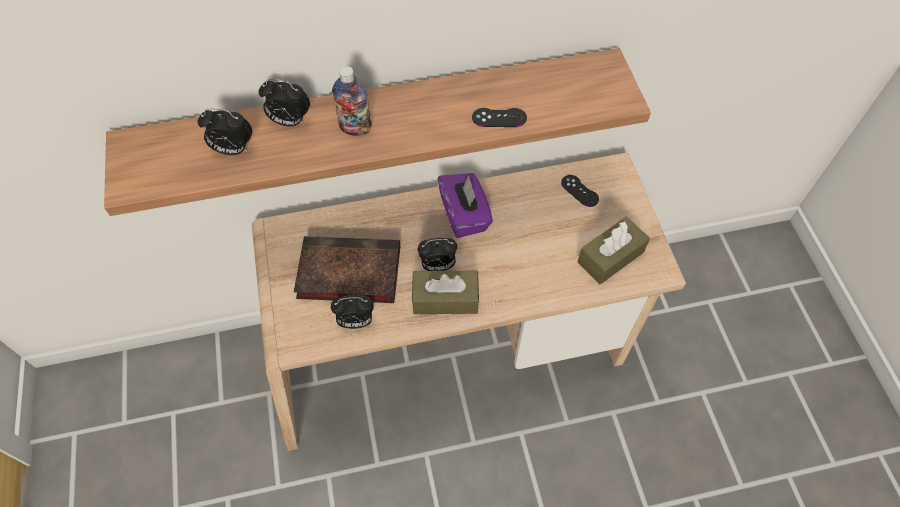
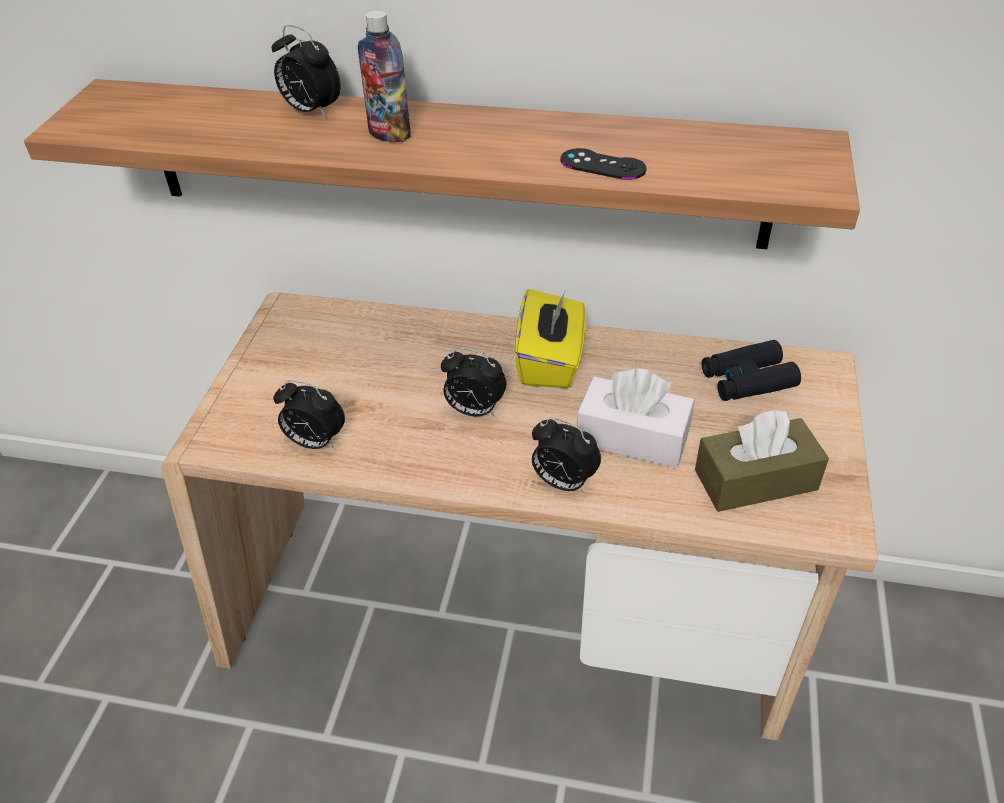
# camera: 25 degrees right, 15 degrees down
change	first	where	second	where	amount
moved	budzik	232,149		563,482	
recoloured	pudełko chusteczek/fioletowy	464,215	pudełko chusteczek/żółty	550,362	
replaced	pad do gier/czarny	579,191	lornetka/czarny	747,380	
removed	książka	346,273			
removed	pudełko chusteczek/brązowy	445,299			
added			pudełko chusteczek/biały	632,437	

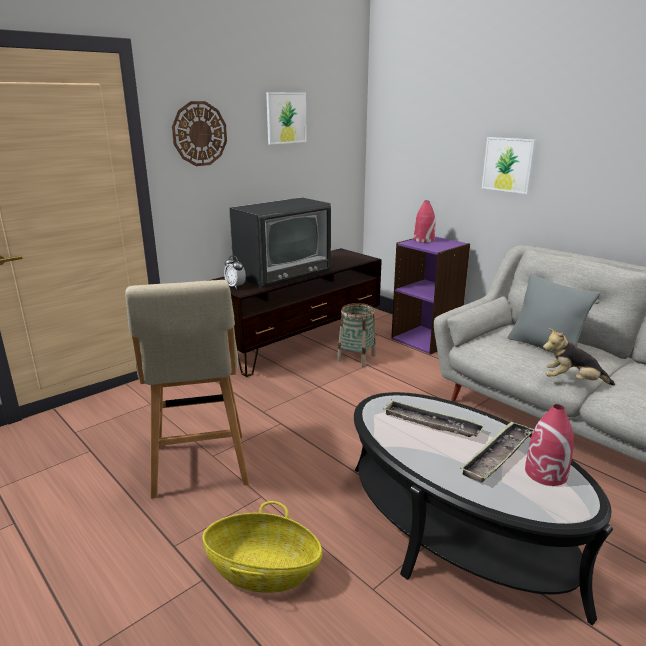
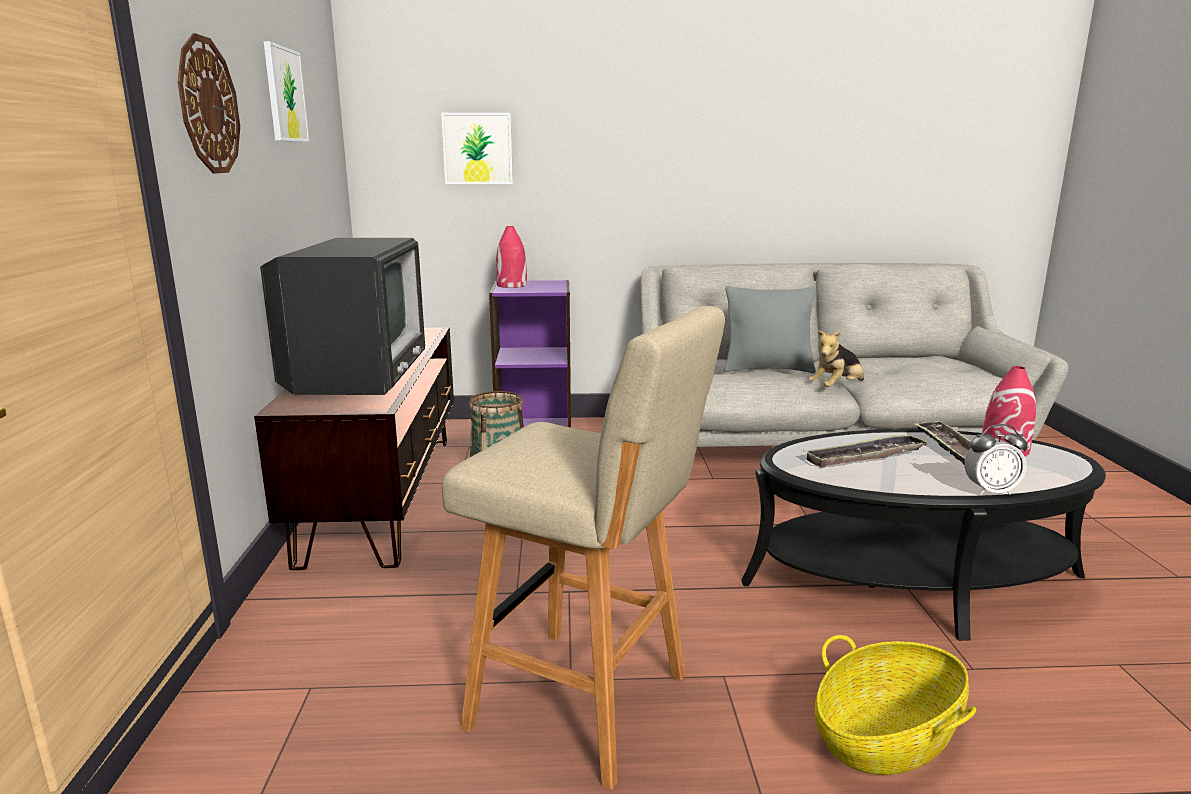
# camera: 50 degrees left, 5 degrees down
change	first	where	second	where	amount
moved	obraz	508,164		477,148	
moved	budzik	235,286		990,491	

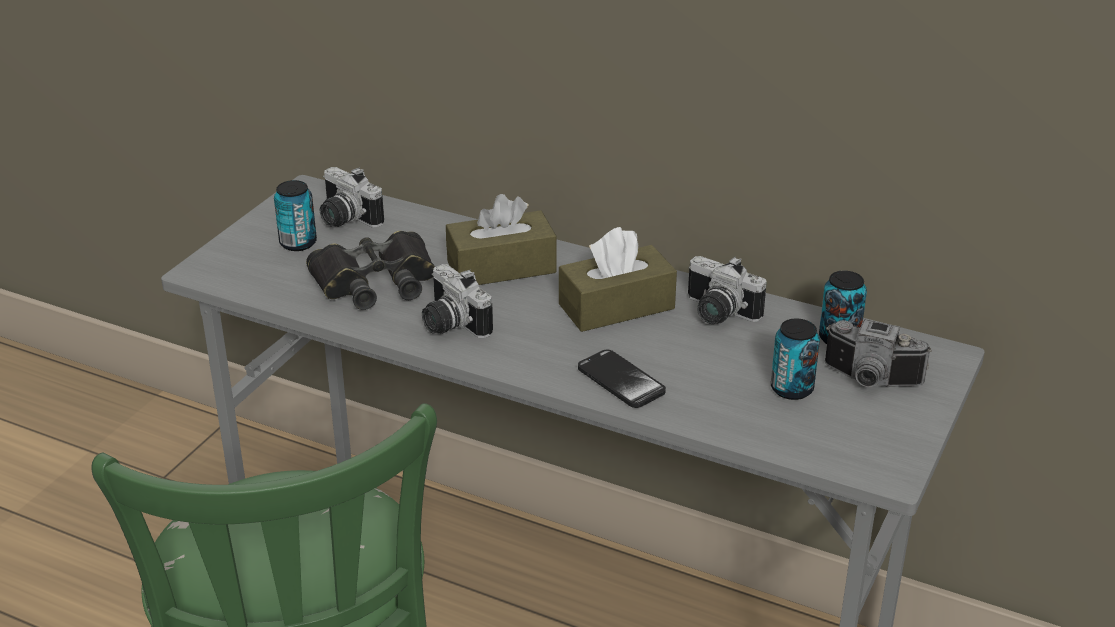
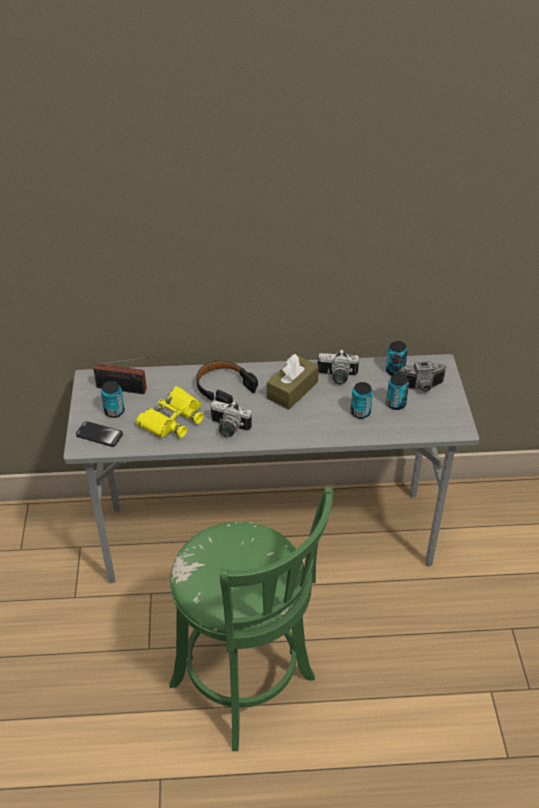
# camera: 30 degrees left, 10 degrees up
change	first	where	second	where	amount
replaced	aparat fotograficzny	344,219	radio	124,389	
replaced	pudełko chusteczek/brązowy	501,267	słuchawki/czarny	224,388	
recoloured	lornetka/czarny	375,282	lornetka/żółty	173,419	
moved	telefon	621,381		99,435	
added			puszka	360,412	

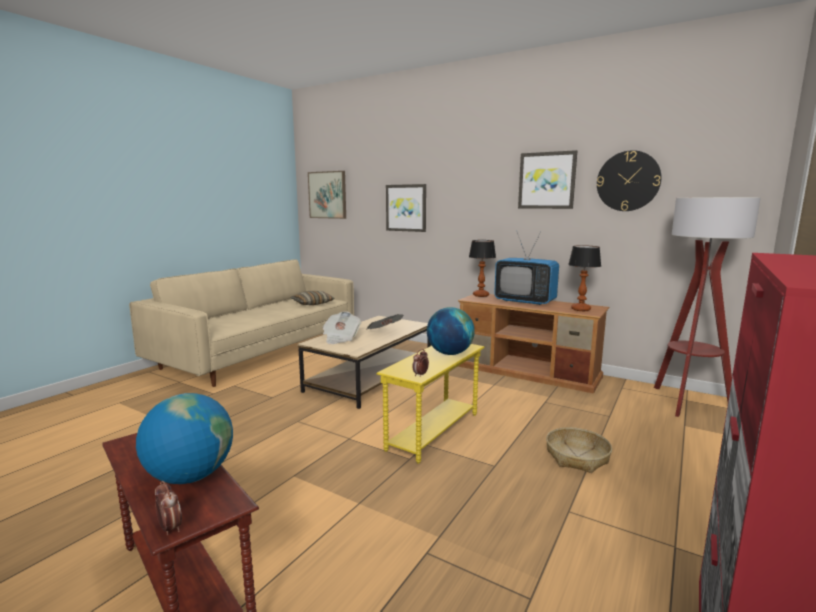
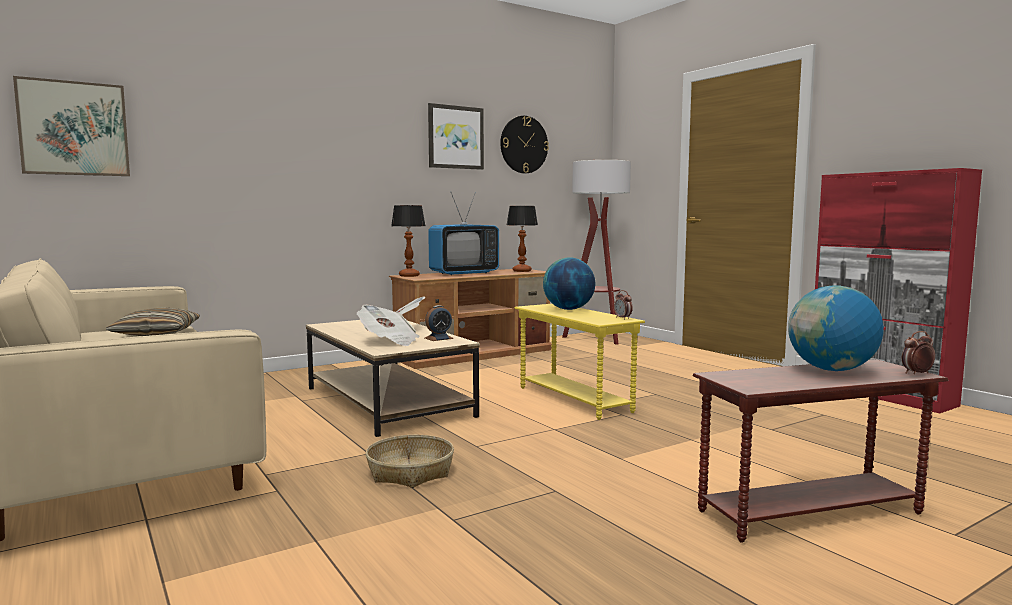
# camera: 65 degrees left, 5 degrees down
change	first	where	second	where	amount
removed	obraz	406,208			
moved	koszyk	577,457		410,472	
added			budzik	438,338	

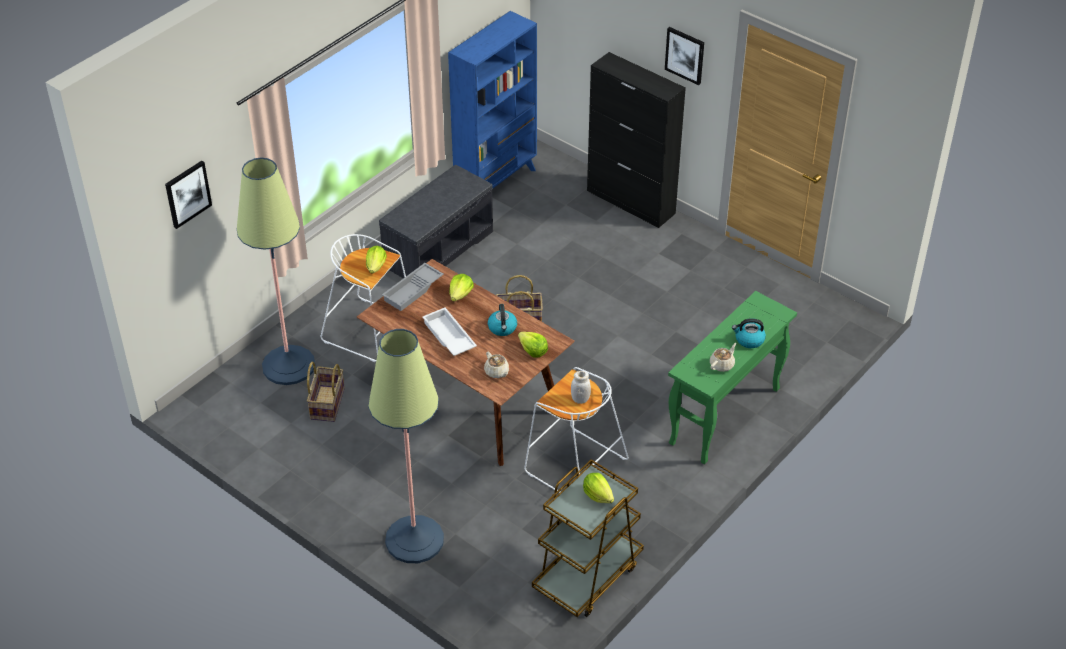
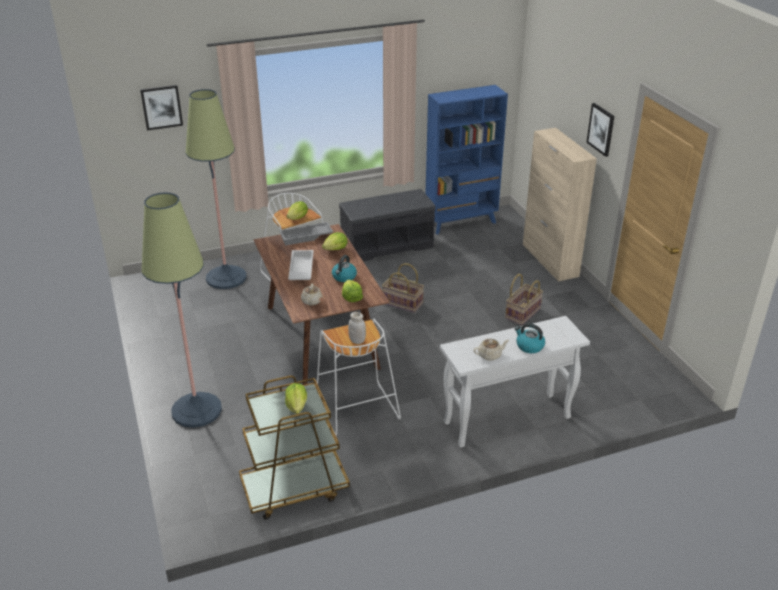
# camera: 30 degrees right, 10 degrees down
change	first	where	second	where	amount
recoloured	szafka/czarny	631,202	szafka/beżowy	550,260	
recoloured	stolik konsolowy/zielony	724,417	stolik konsolowy/biały	506,421	
moved	koszyk	326,403		522,313	

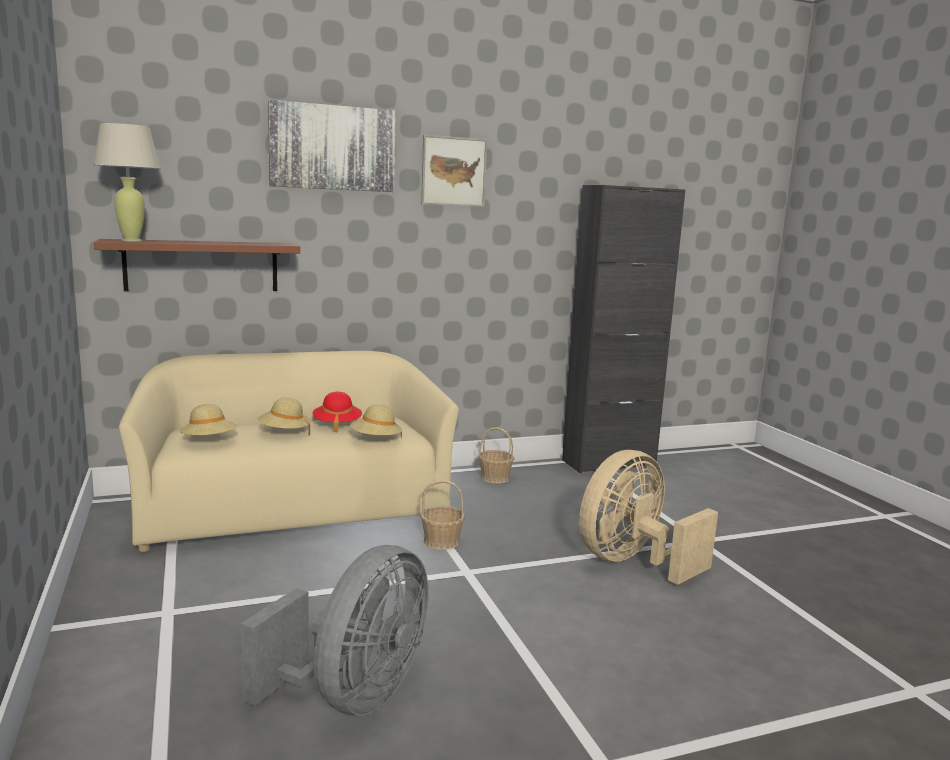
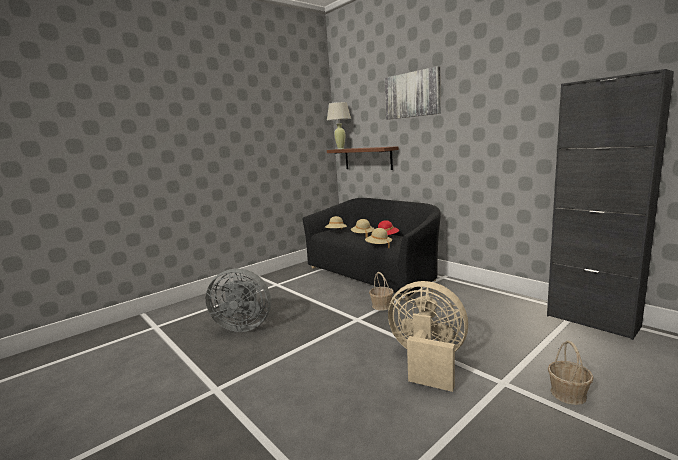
# camera: 70 degrees right, 0 degrees up
change	first	where	second	where	amount
removed	obraz	453,171			
recoloured	kanapa/beżowy	294,508	kanapa/czarny	374,273	
moved	koszyk	495,478		568,394	

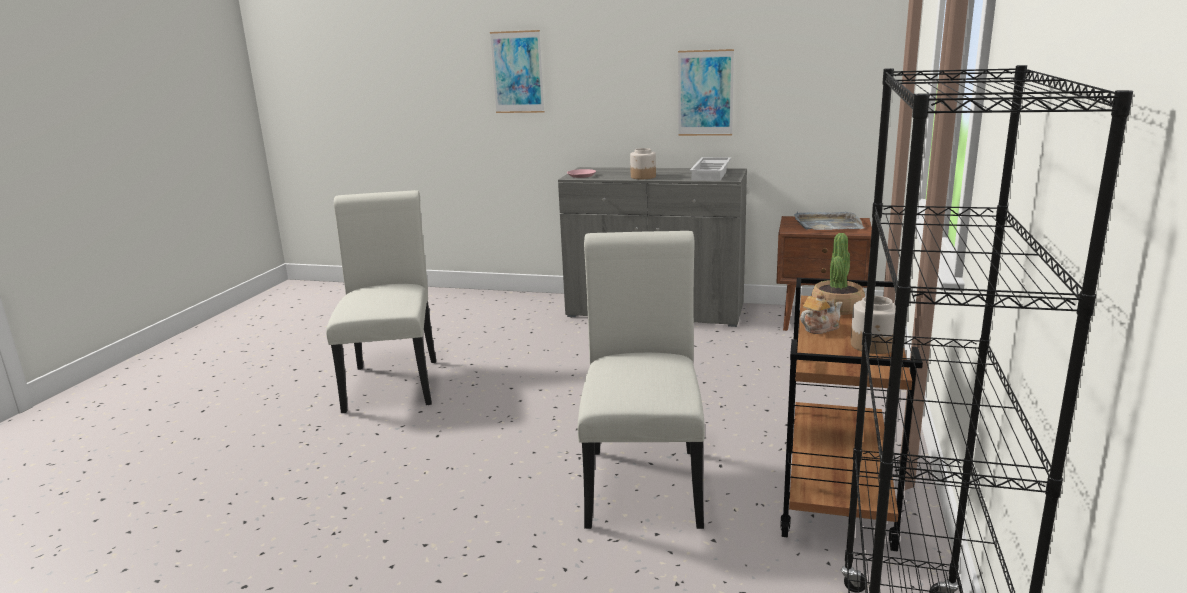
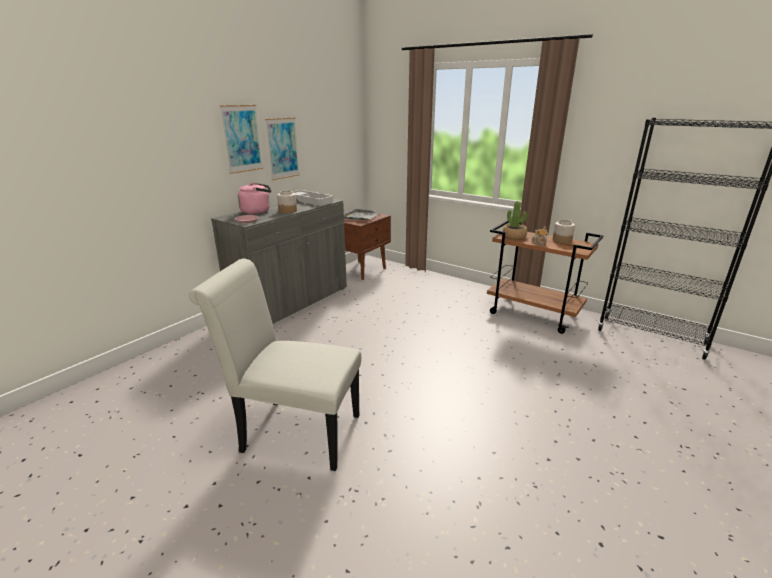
# camera: 70 degrees left, 5 degrees up
change	first	where	second	where	amount
moved	obraz	517,72		242,139	
removed	krzesło/biały	643,480			
added			czajnik/różowy	257,211	

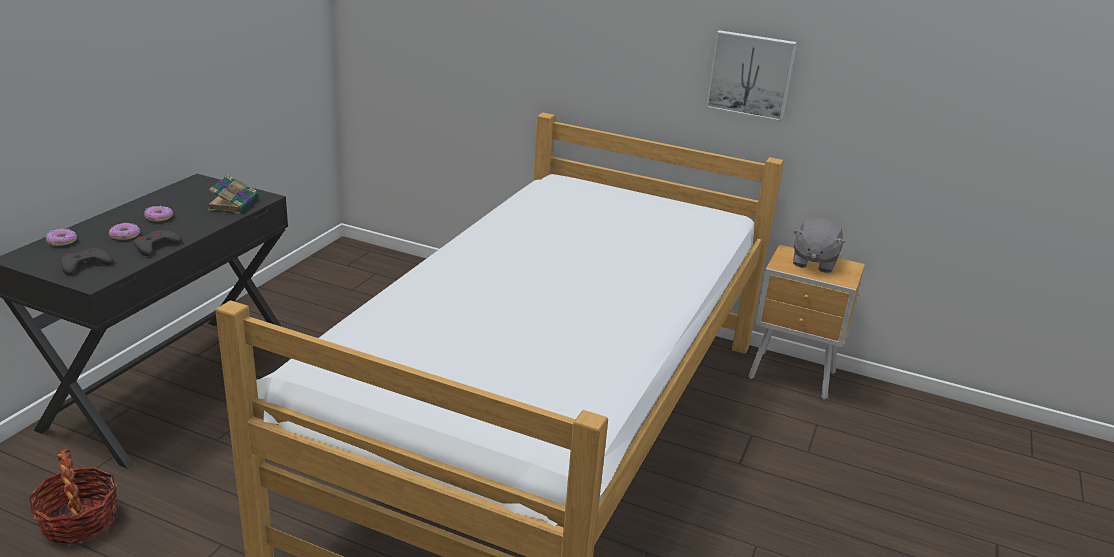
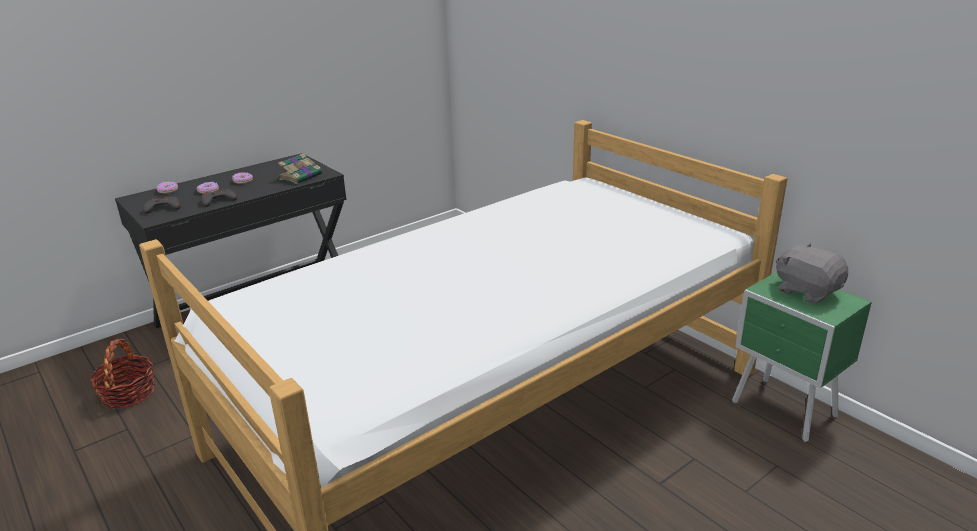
# camera: 30 degrees right, 0 degrees up
change	first	where	second	where	amount
removed	obraz	751,75			
turned	pluszak/szary	813,262		807,291	90 degrees clockwise
recoloured	szafka nocna/brązowy	793,377	szafka nocna/zielony	785,411	

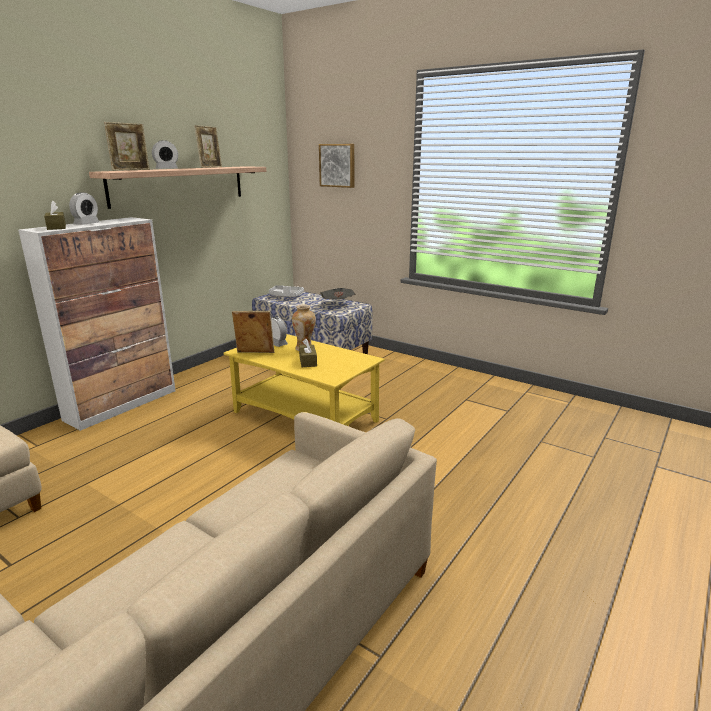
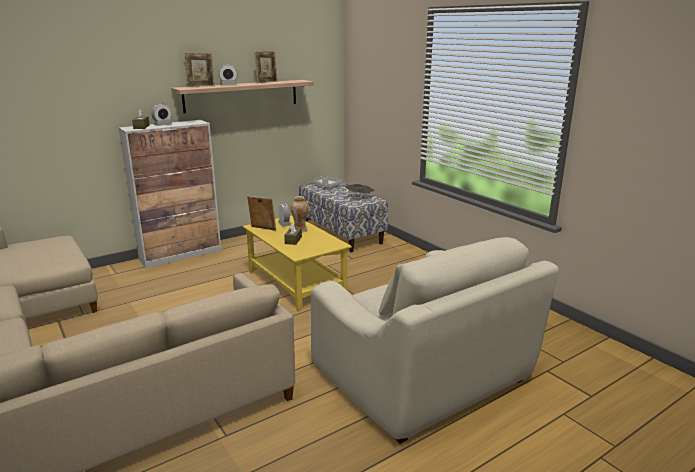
# camera: 20 degrees right, 0 degrees up
change	first	where	second	where	amount
removed	obraz	338,165			
added			fotel/beżowy	423,377	

